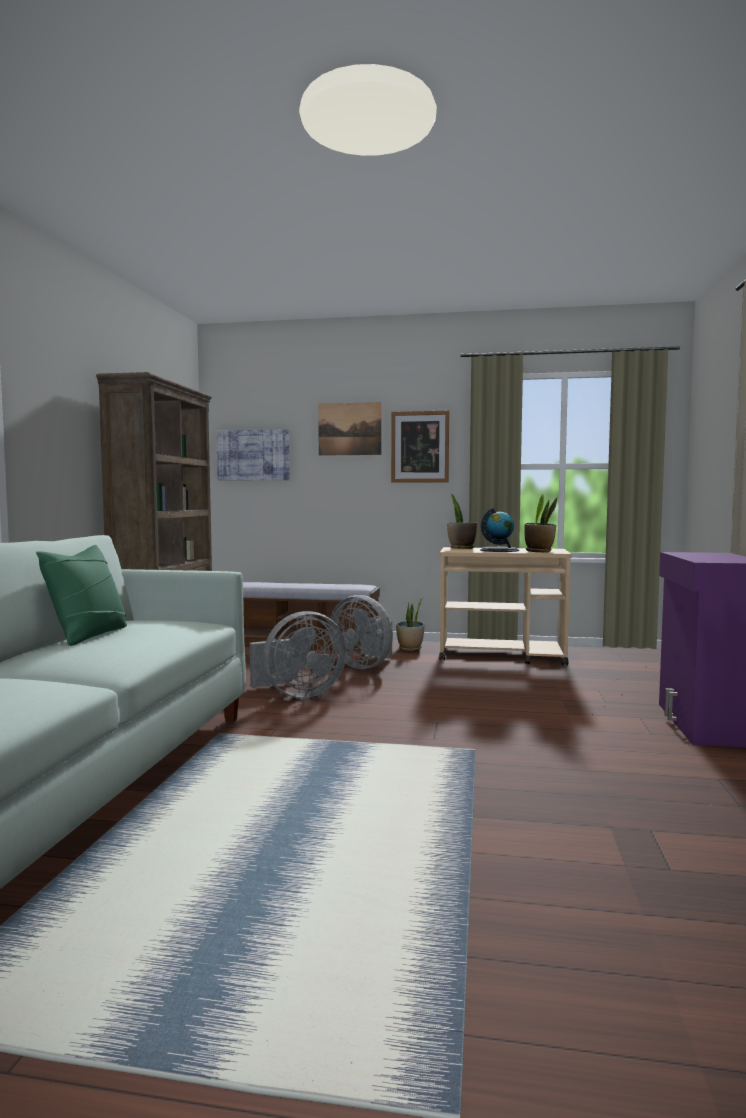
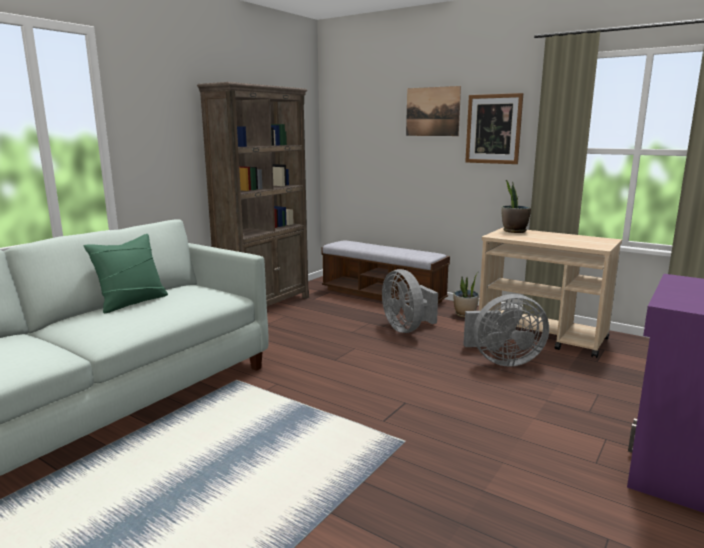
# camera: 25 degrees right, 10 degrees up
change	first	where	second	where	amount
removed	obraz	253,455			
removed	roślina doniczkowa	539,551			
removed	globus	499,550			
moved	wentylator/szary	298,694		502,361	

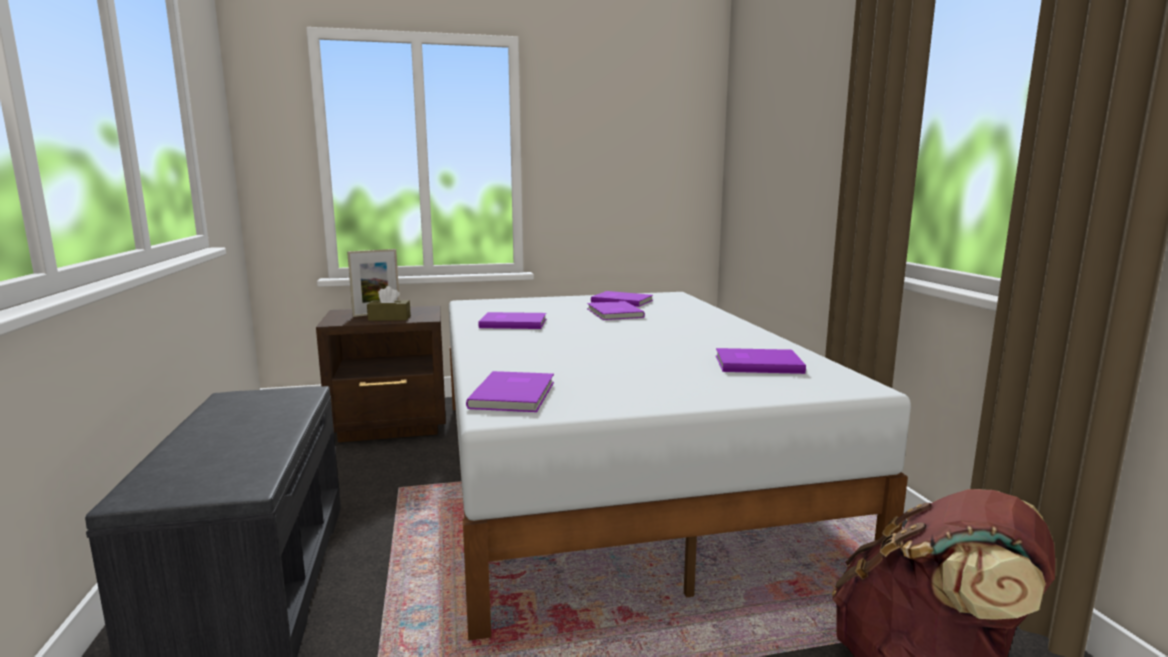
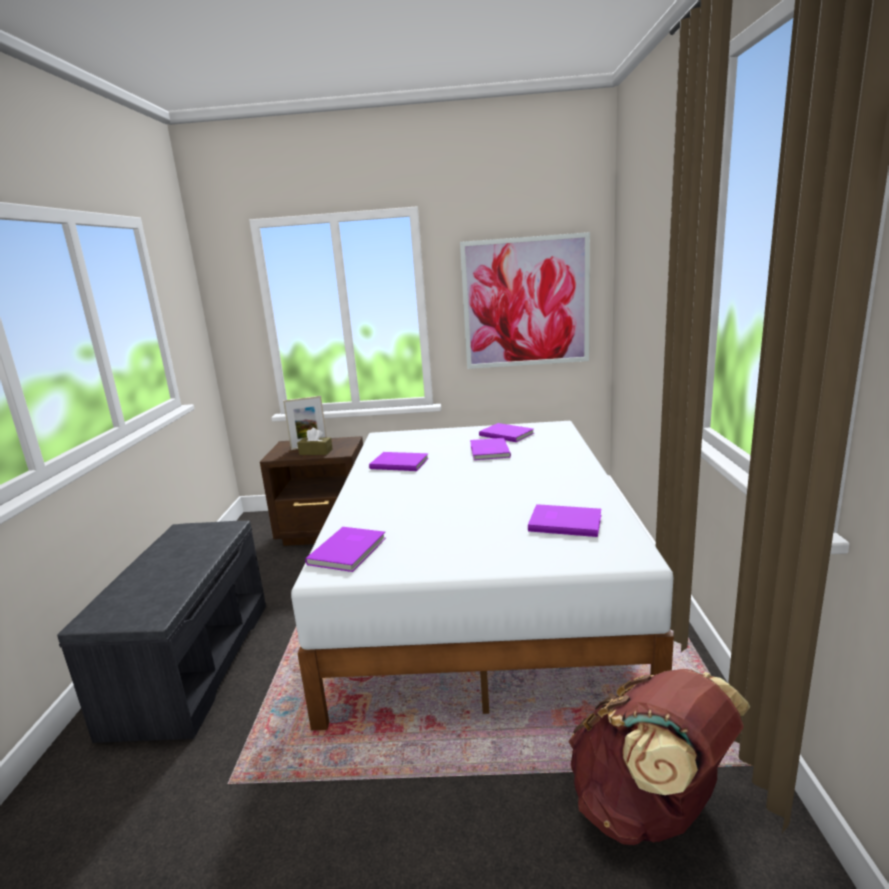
# camera: 15 degrees right, 5 degrees up
change	first	where	second	where	amount
added			obraz	525,302	

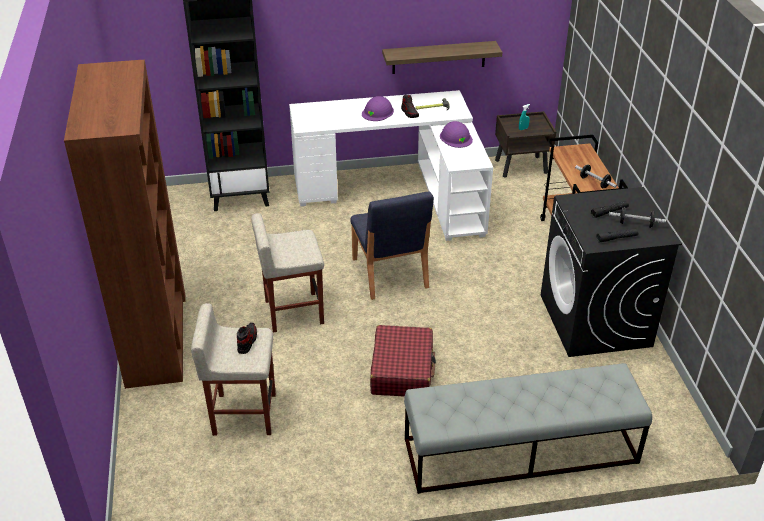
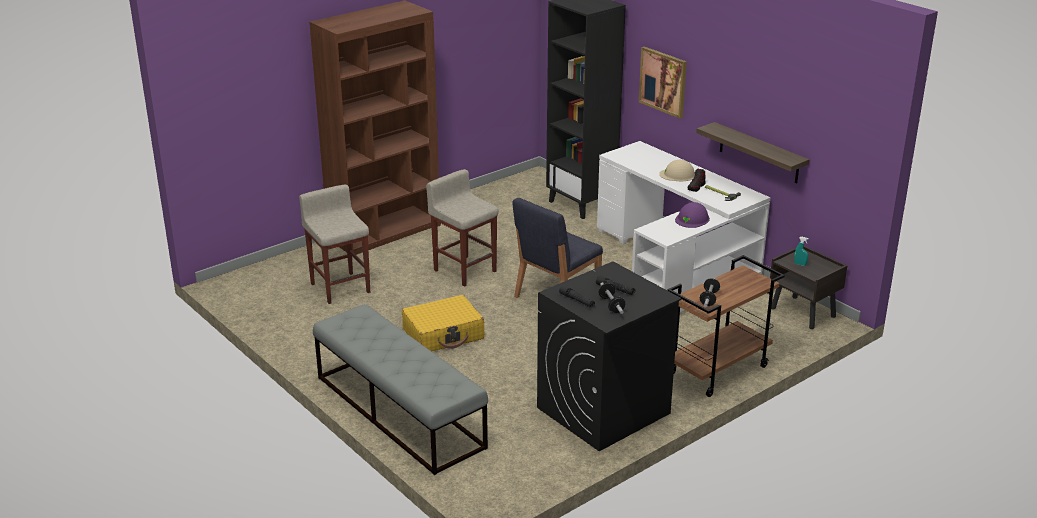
# camera: 60 degrees right, 10 degrees down
change	first	where	second	where	amount
recoloured	kask/fioletowy	377,112	kask/beżowy	678,175	
removed	but	247,341			
recoloured	walizka/czerwony	402,370	walizka/żółty	443,334	
added			obraz	663,81	

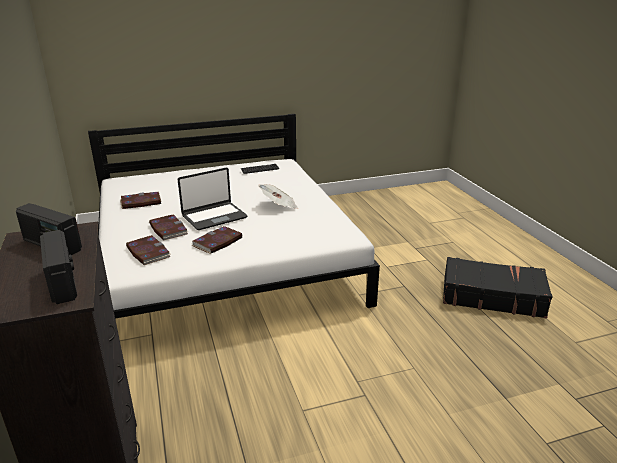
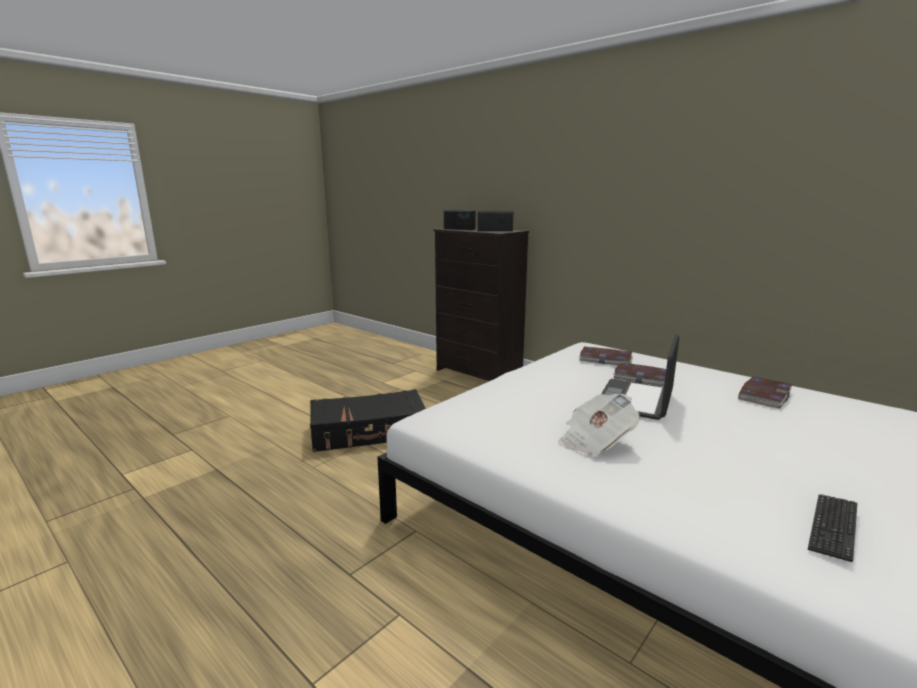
# camera: 150 degrees right, 10 degrees down
change	first	where	second	where	amount
removed	książka	217,242			
moved	walizka/czarny	492,296		369,432	

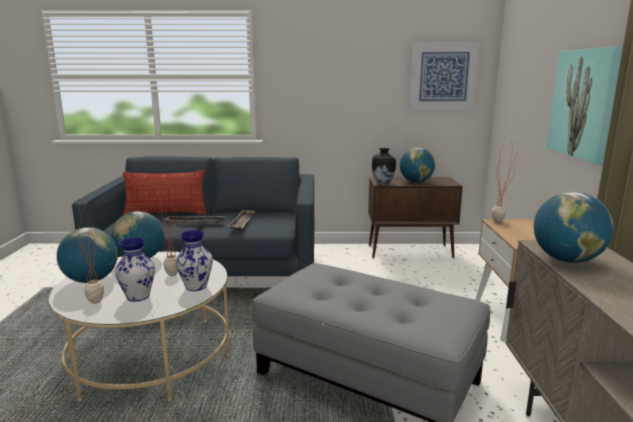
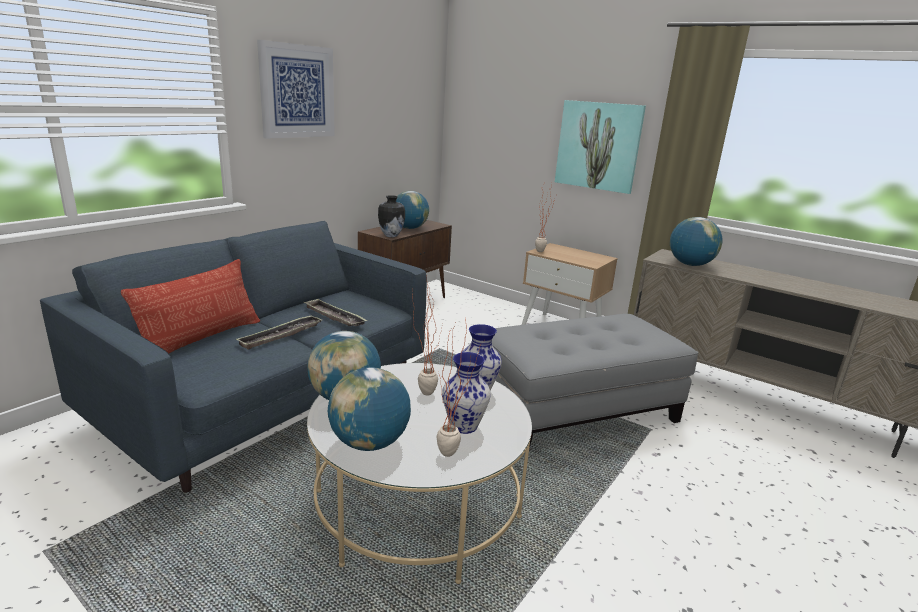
# camera: 55 degrees left, 5 degrees up
change	first	where	second	where	amount
moved	obraz	443,76		297,91	

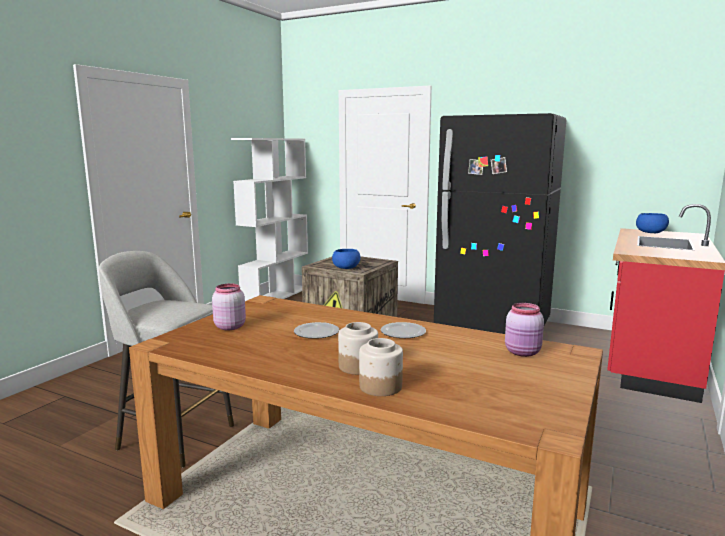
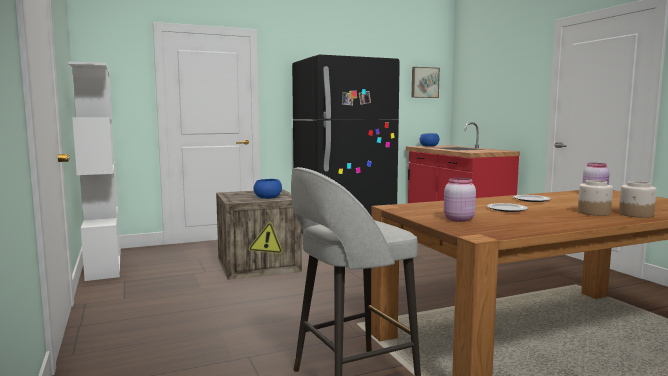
# camera: 50 degrees left, 5 degrees down
change	first	where	second	where	amount
added			obraz	424,82	

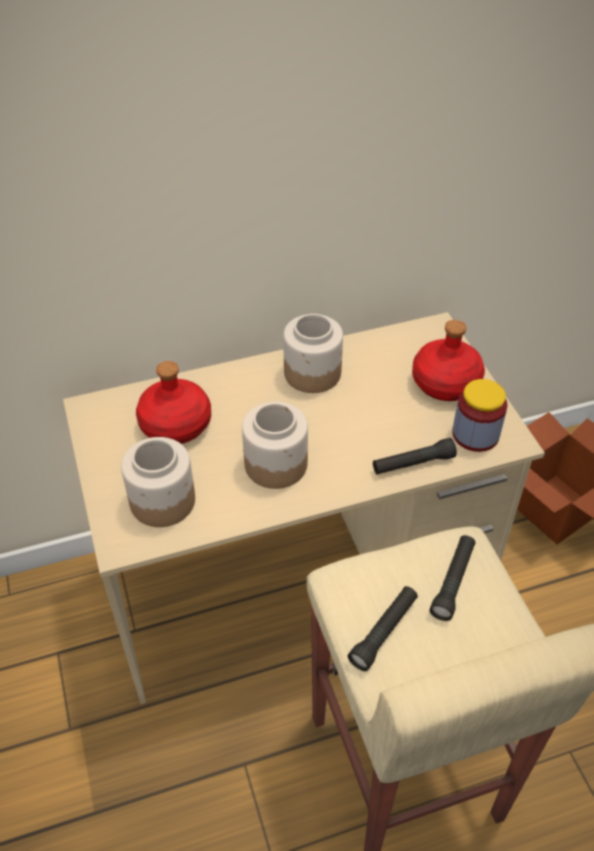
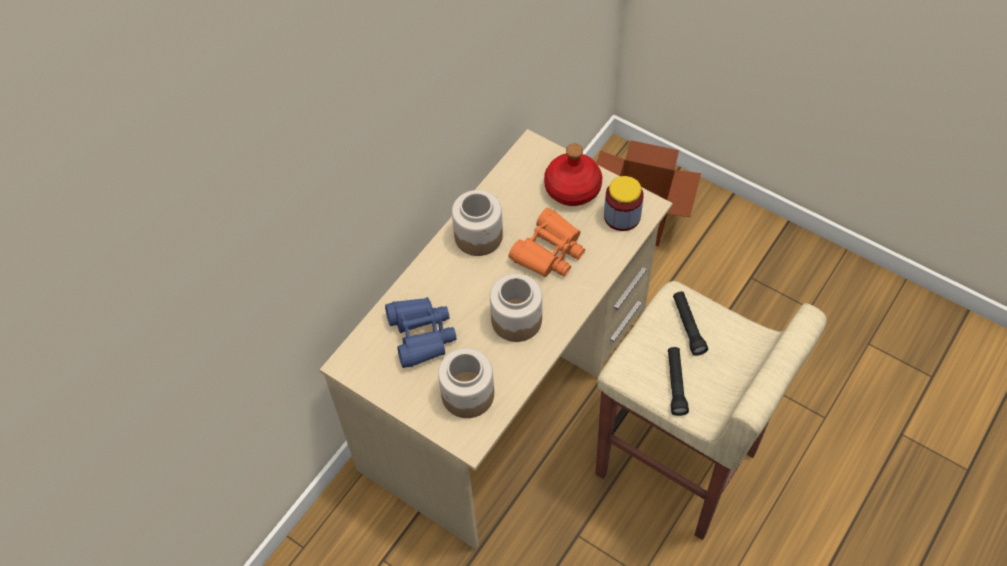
# camera: 35 degrees left, 10 degrees up
change	first	where	second	where	amount
replaced	butelka/czerwony	175,424	lornetka/niebieski	421,335	
removed	latarka/czarny	413,464			
added			lornetka/pomarańczowy	549,252	

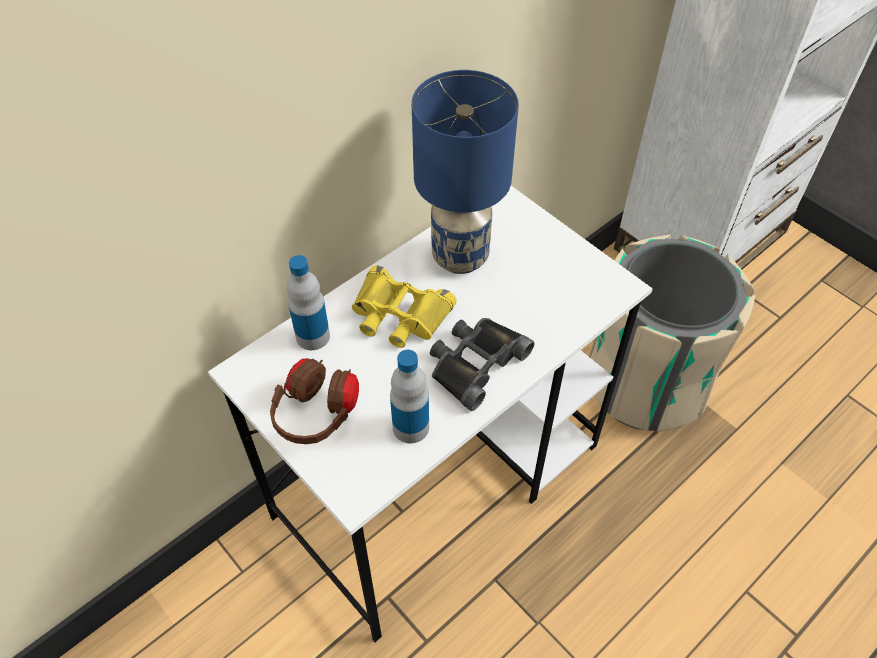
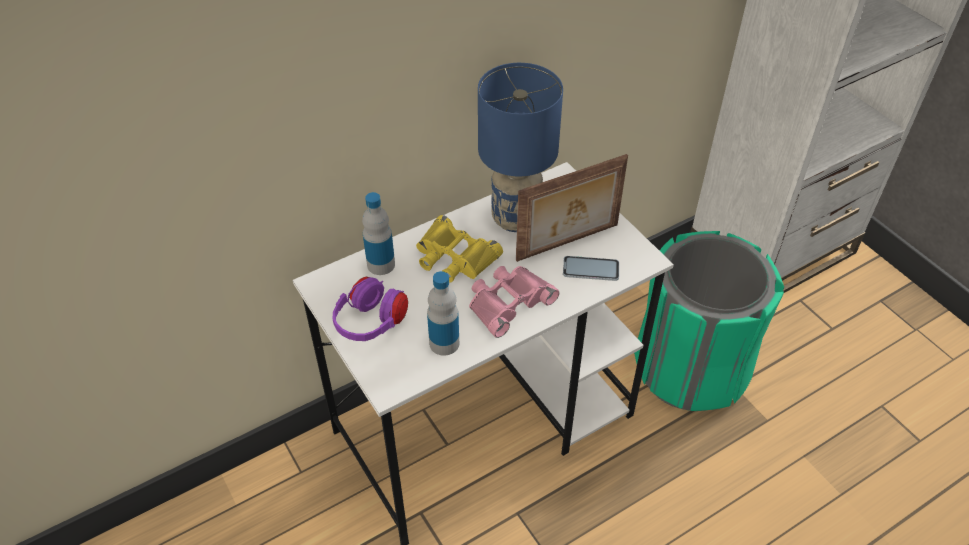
# camera: 10 degrees right, 5 degrees down
change	first	where	second	where	amount
recoloured	kosz na śmieci/beżowy	646,382	kosz na śmieci/zielony	691,368	
recoloured	lornetka/czarny	475,363	lornetka/różowy	508,302	
recoloured	słuchawki/brązowy	317,415	słuchawki/fioletowy	371,323	
added			ramka na zdjęcie	568,243	
added			telefon	590,269	

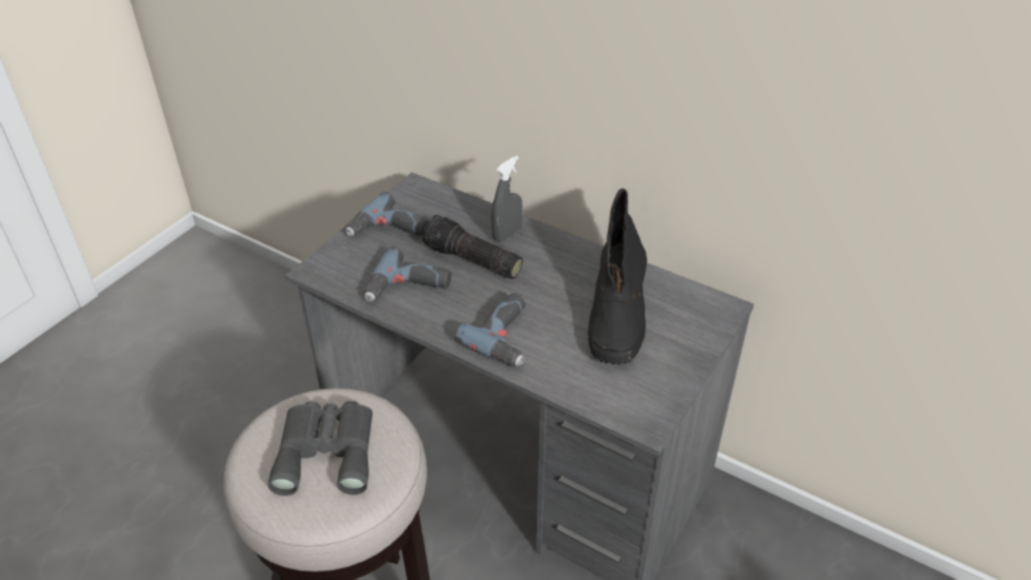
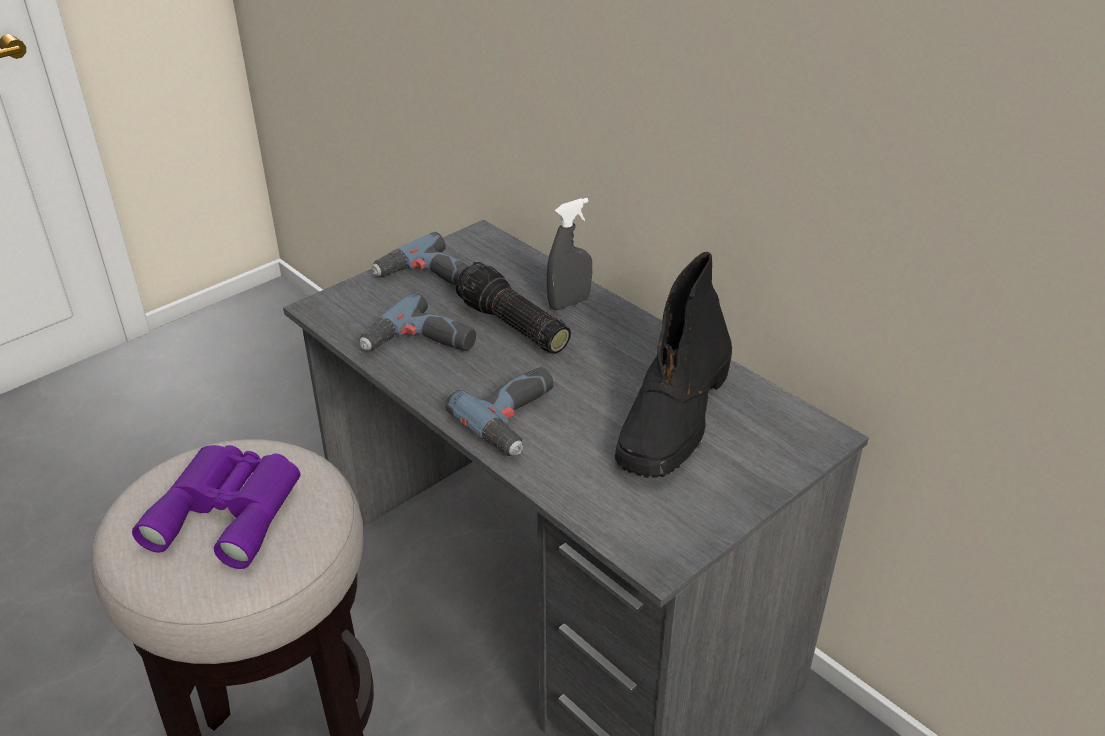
# camera: 15 degrees right, 5 degrees down
change	first	where	second	where	amount
recoloured	lornetka/szary	327,450	lornetka/fioletowy	230,509	

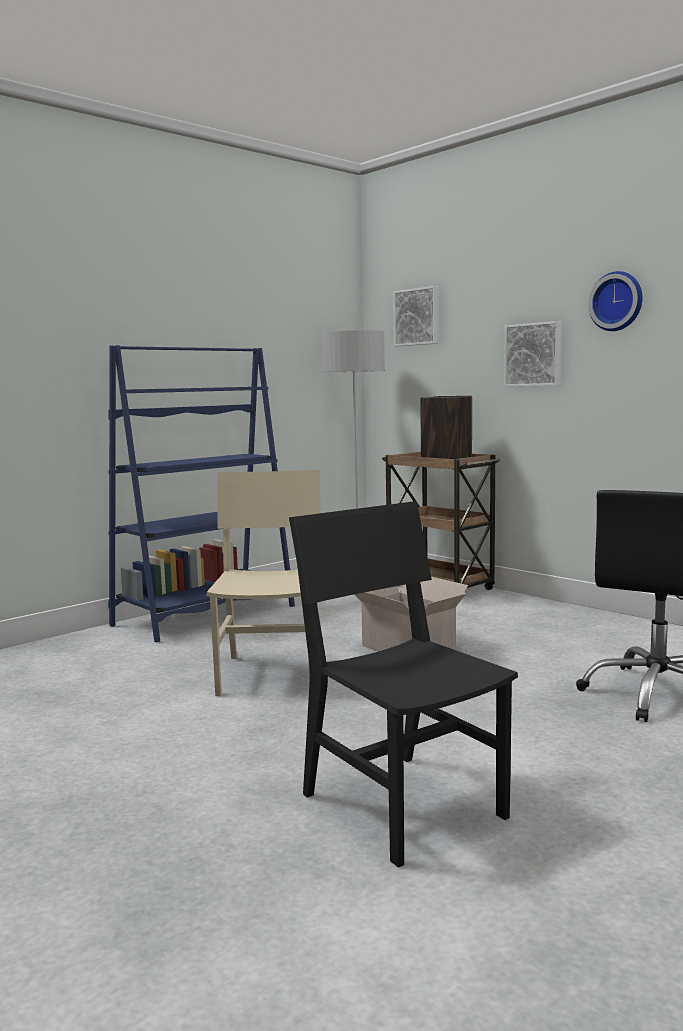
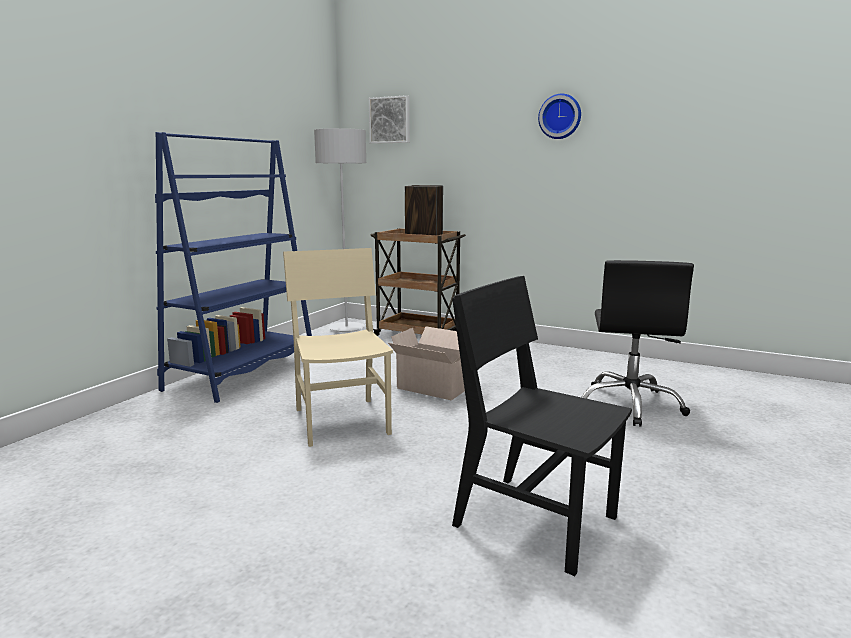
# camera: 20 degrees left, 5 degrees up
change	first	where	second	where	amount
removed	obraz	534,355			

